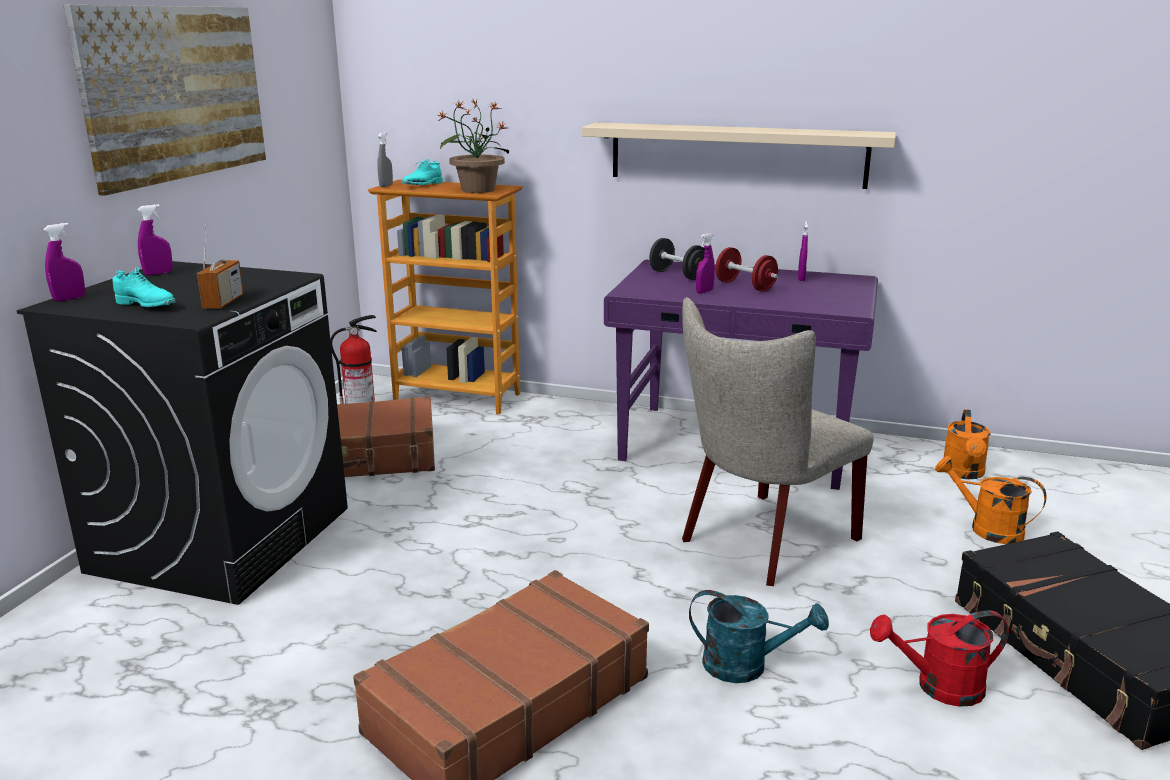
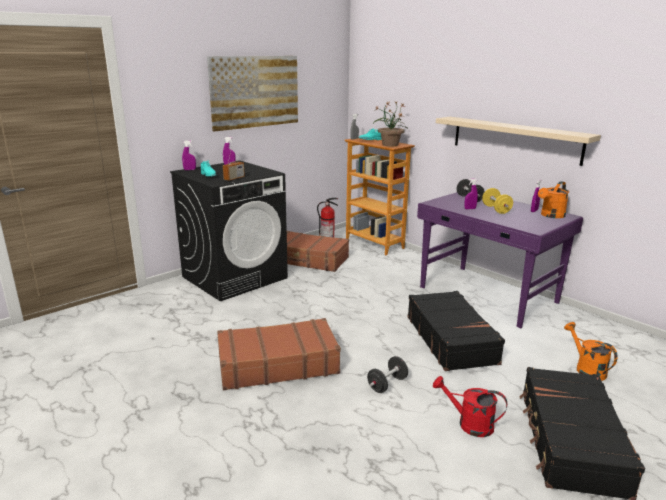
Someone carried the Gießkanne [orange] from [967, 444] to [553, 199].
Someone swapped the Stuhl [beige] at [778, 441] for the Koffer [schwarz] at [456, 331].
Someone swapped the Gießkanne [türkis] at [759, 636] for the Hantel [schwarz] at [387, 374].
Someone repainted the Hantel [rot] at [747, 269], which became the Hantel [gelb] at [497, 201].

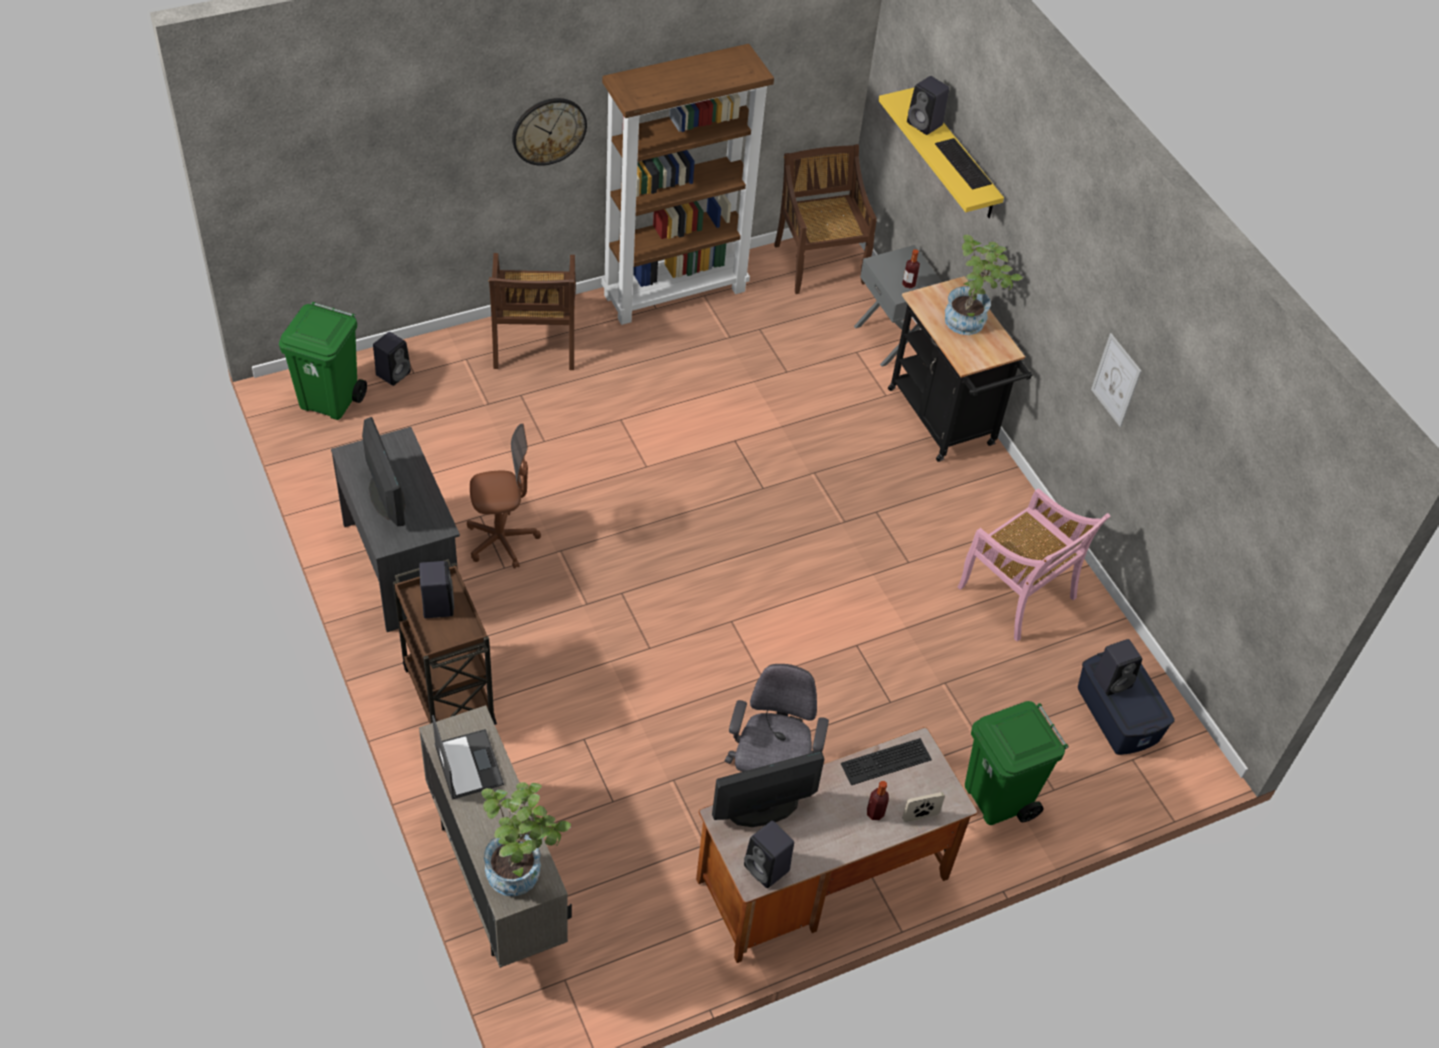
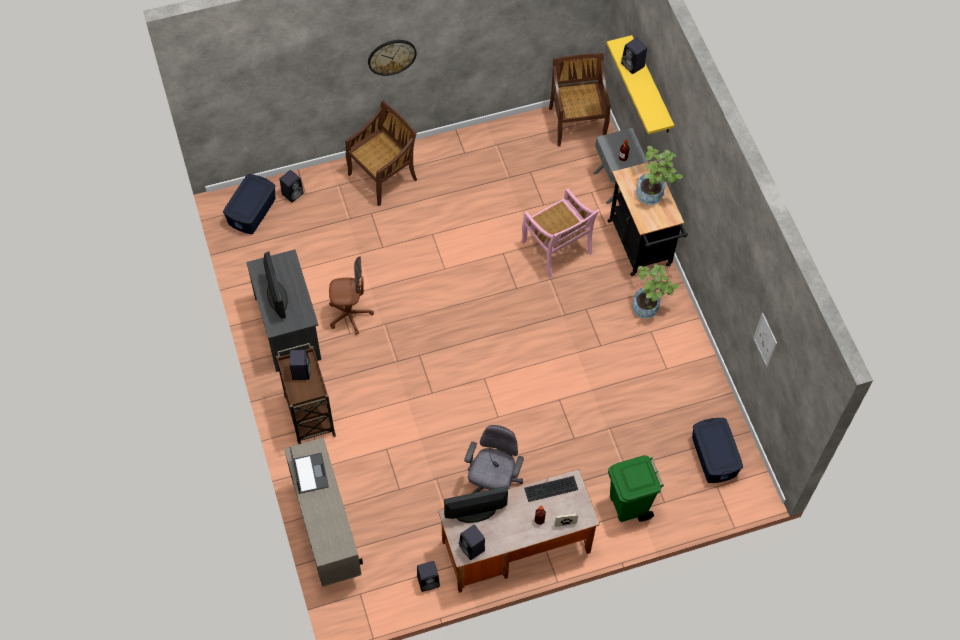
Someone took away the Bücherregal [braun] at [687, 184].
Someone took away the Tastatur at [963, 164].
Someone carried the Topfpflanze from [526, 839] to [656, 291].
Someone carried the Stuhl [rosa] from [1034, 565] to [561, 233].
Someone carried the Bild from [1116, 380] to [765, 340].
Someone carried the Lautsprecher [schwarz] from [1118, 667] to [428, 576].
Someone swapped the Mülleimer [grün] at [323, 361] for the Aufbewahrungsbox [blau] at [249, 204].
Someone rotated the Stuhl [braun] at [532, 311] by 135 degrees counterclockwise.

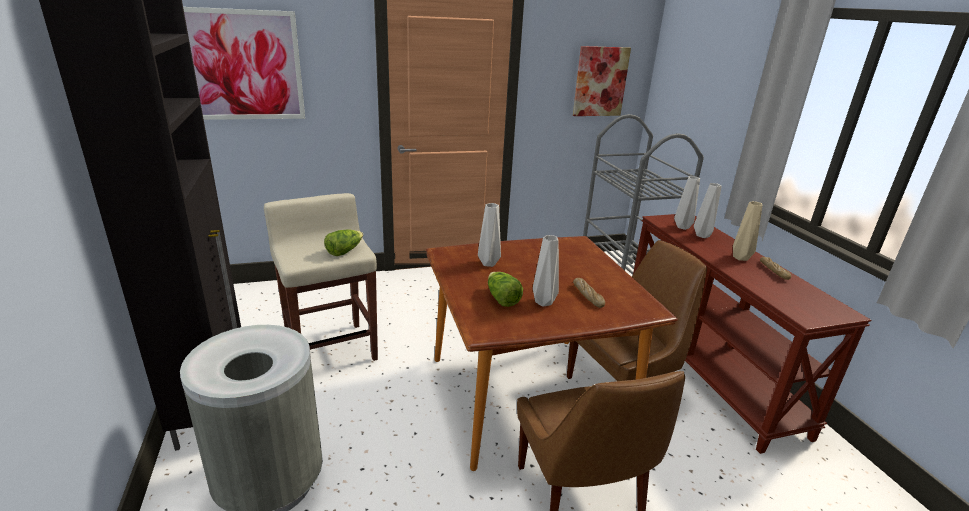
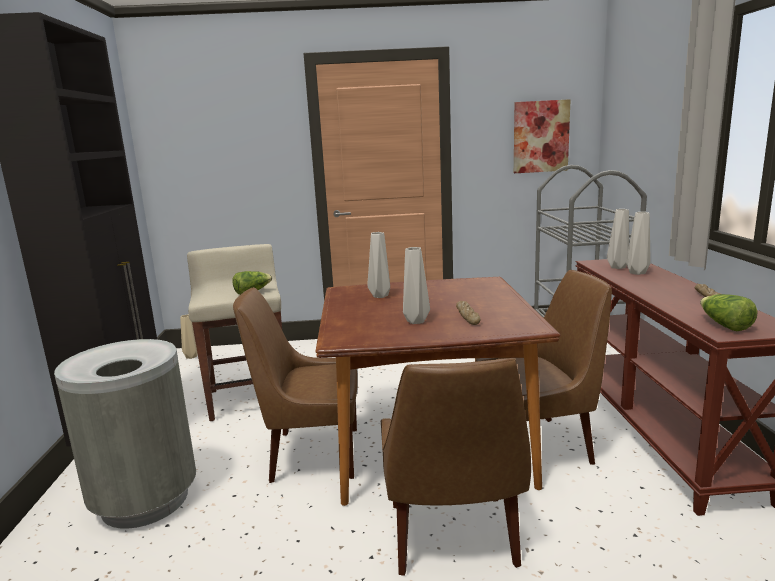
Someone took away the Bild at [244, 63].
Someone put down the Stuhl [braun] at [295, 385].
Someone carried the Salatkopf from [505, 289] to [729, 312].
Someone carried the Vase [beige] from [747, 231] to [189, 337].

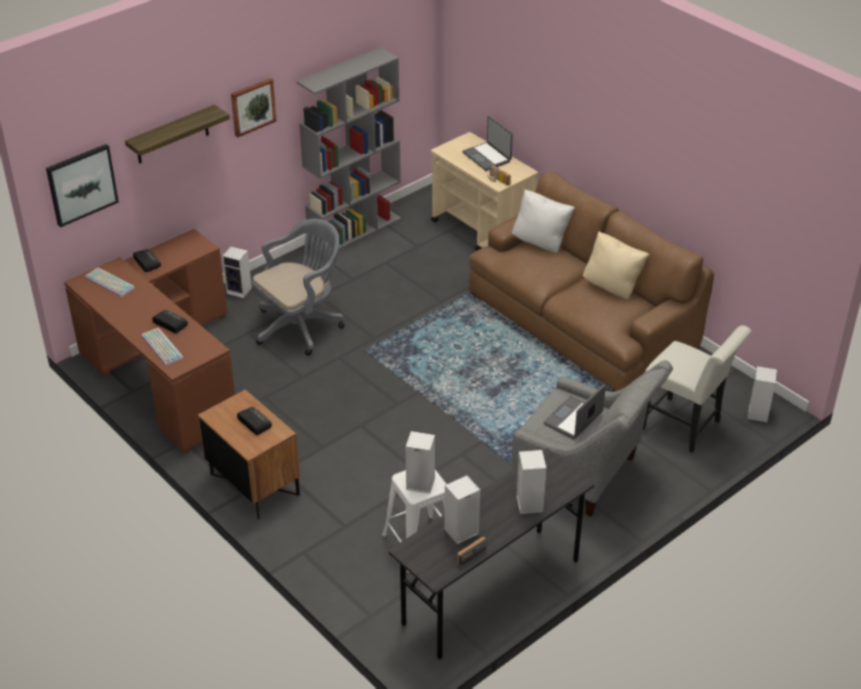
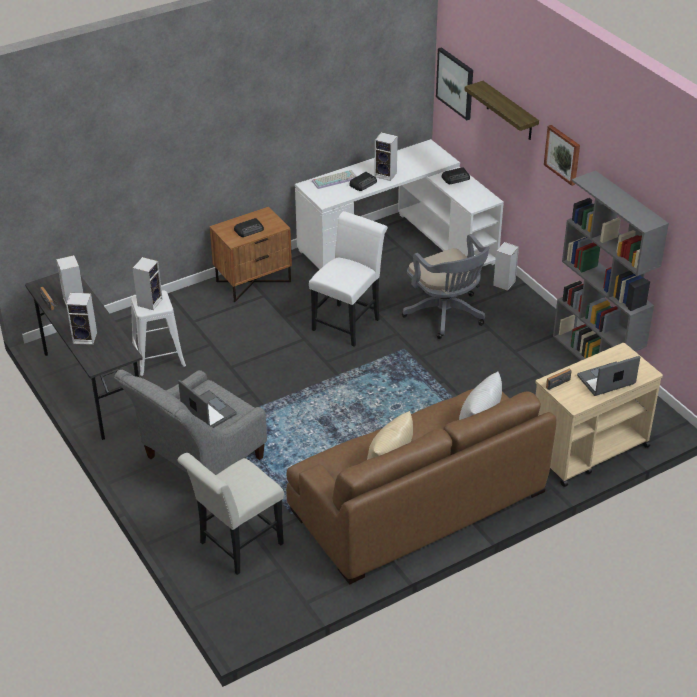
Someone took away the Tastatur at [110, 282].
Someone put down the Stuhl [weiß] at [348, 279].
Someone carried the Lautsprecher from [762, 394] to [386, 156].
Someone repainted the Schreibtisch [braun] at [149, 341], which became the Schreibtisch [weiß] at [399, 204].

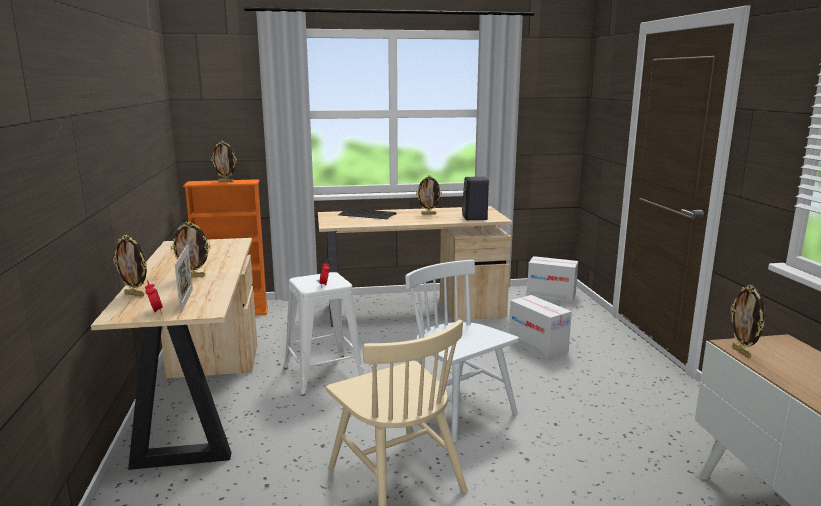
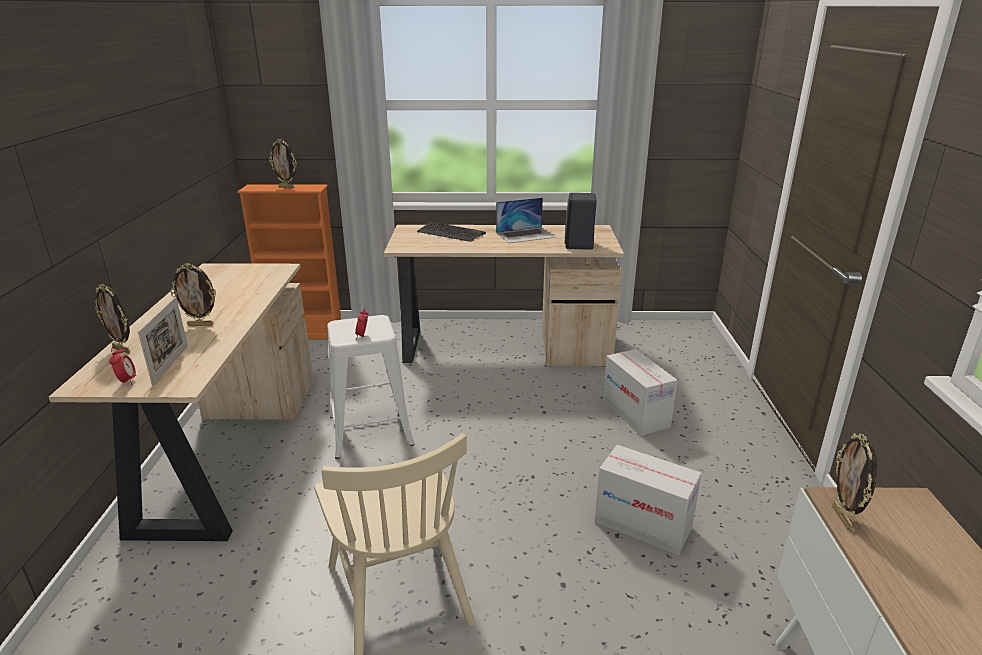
Someone took away the Stuhl [weiß] at [462, 351].
Someone carried the Karton from [552, 279] to [648, 500].
Someone swapped the Bilderrahmen at [429, 195] for the Laptop at [526, 220].

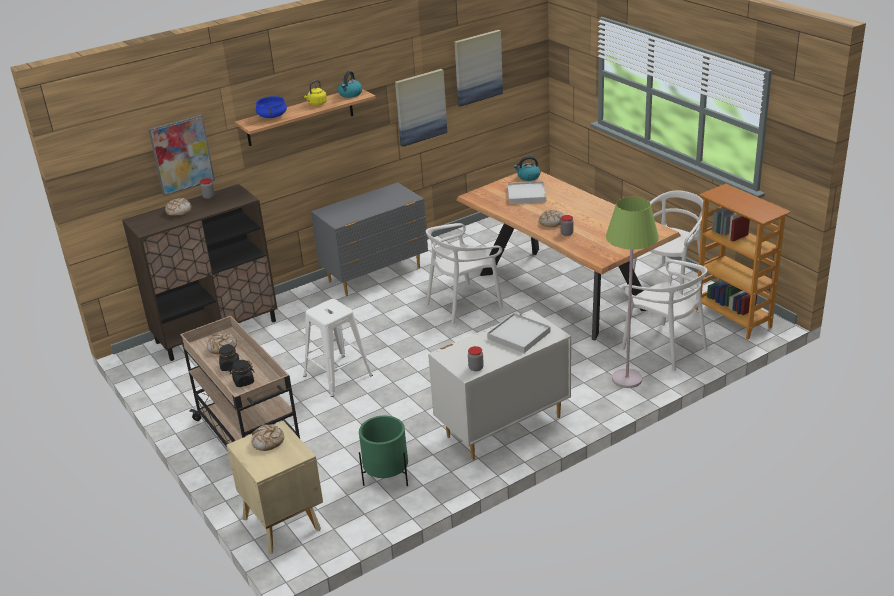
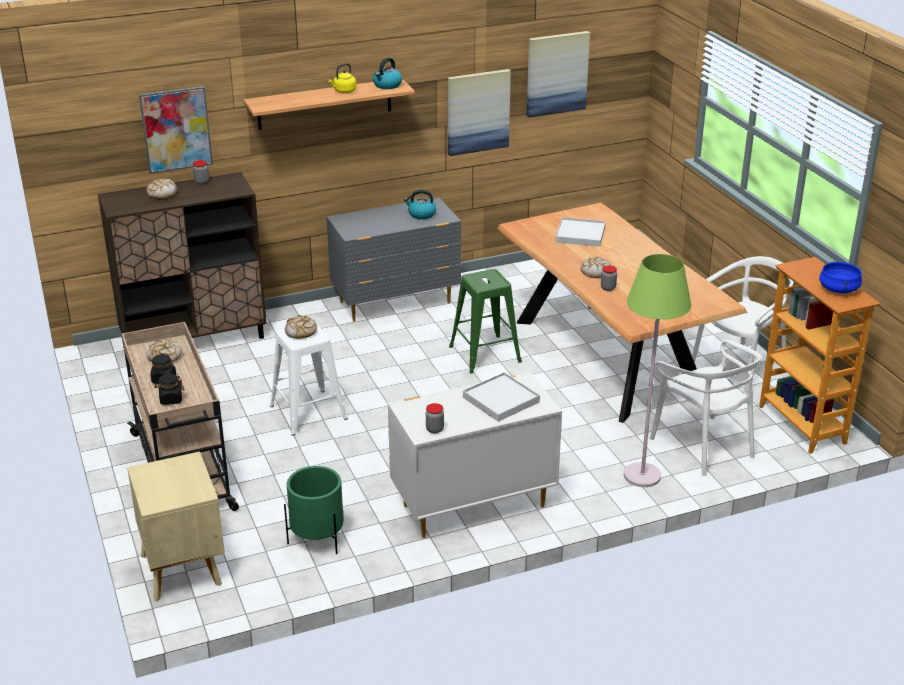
Someone carried the Brot from [267, 437] to [301, 327].
Someone carried the Kochtopf [blau] from [271, 107] to [840, 277].
Someone carried the Wasserkessel from [527, 168] to [420, 204].
Someone swapped the Stuhl [weiß] at [464, 273] for the Hocker [grün] at [485, 321].

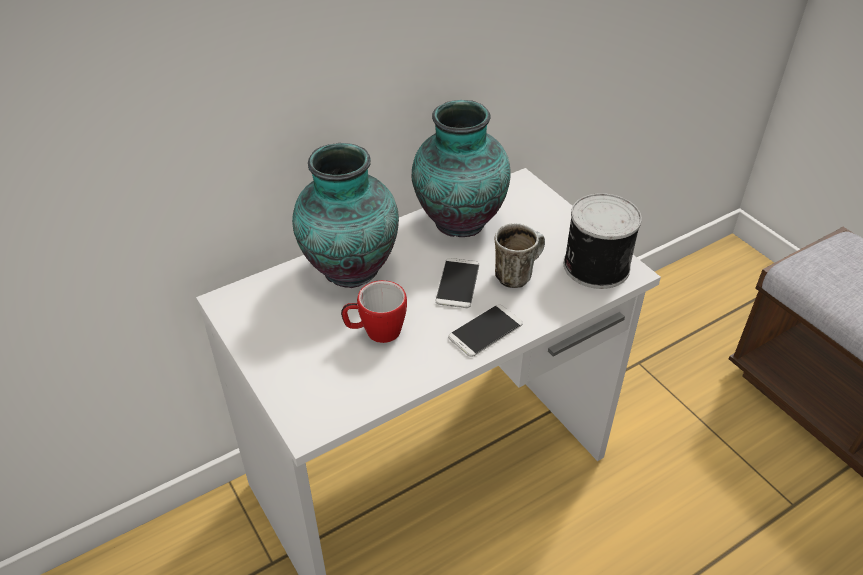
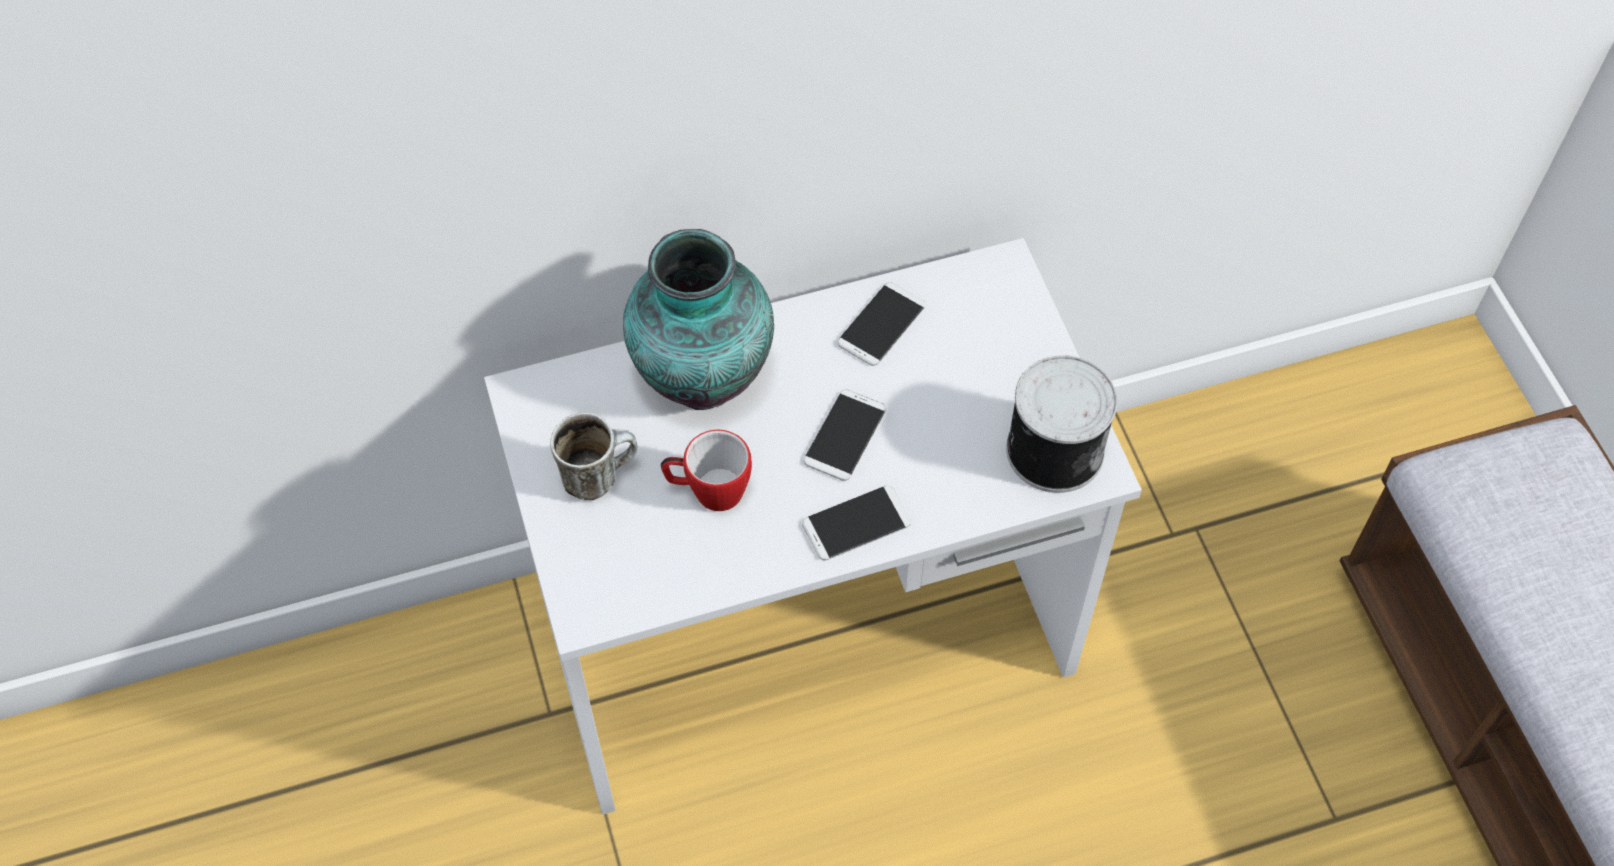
Someone carried the Henkelbecher from [520, 255] to [594, 456].
Someone swapped the Vase at [461, 168] for the Handy at [881, 324].

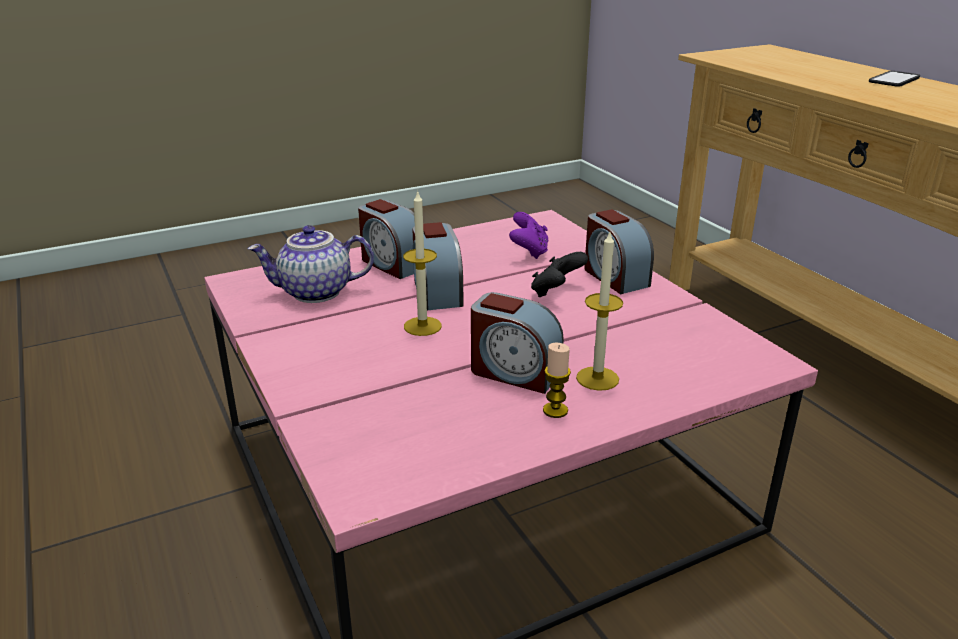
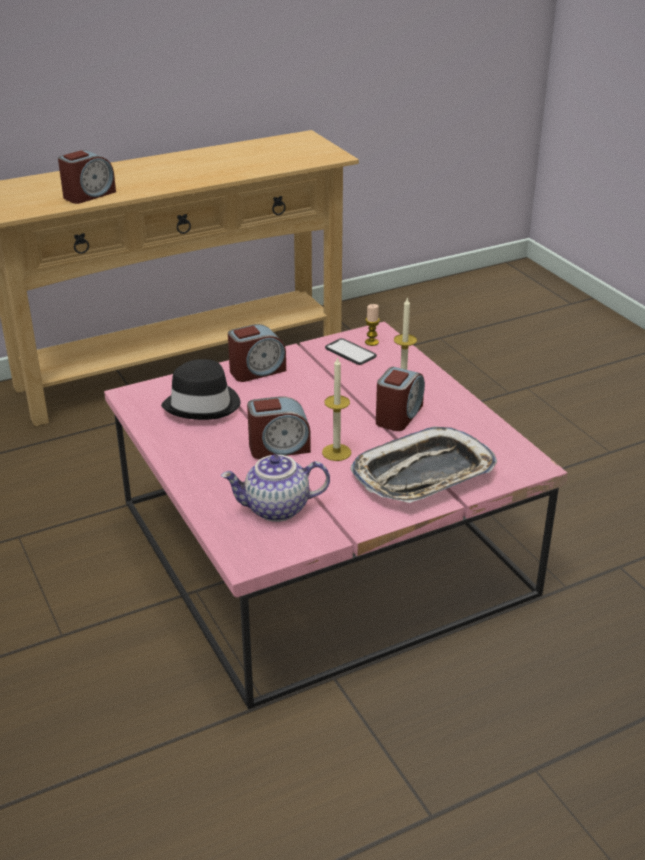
Someone took away the Gamepad [schwarz] at [559, 274].
Someone put down the Tablett at [423, 465].
Someone carried the Wecker from [386, 239] to [87, 177].
Someone carried the Kerze from [557, 380] to [372, 325].
Someone carried the Handy from [894, 79] to [351, 351].
Someone swapped the Gamepad [lila] at [529, 235] for the Hut [schwarz] at [200, 389].
Someone rotated the Teekanne at [310, 264] by 90 degrees clockwise.

